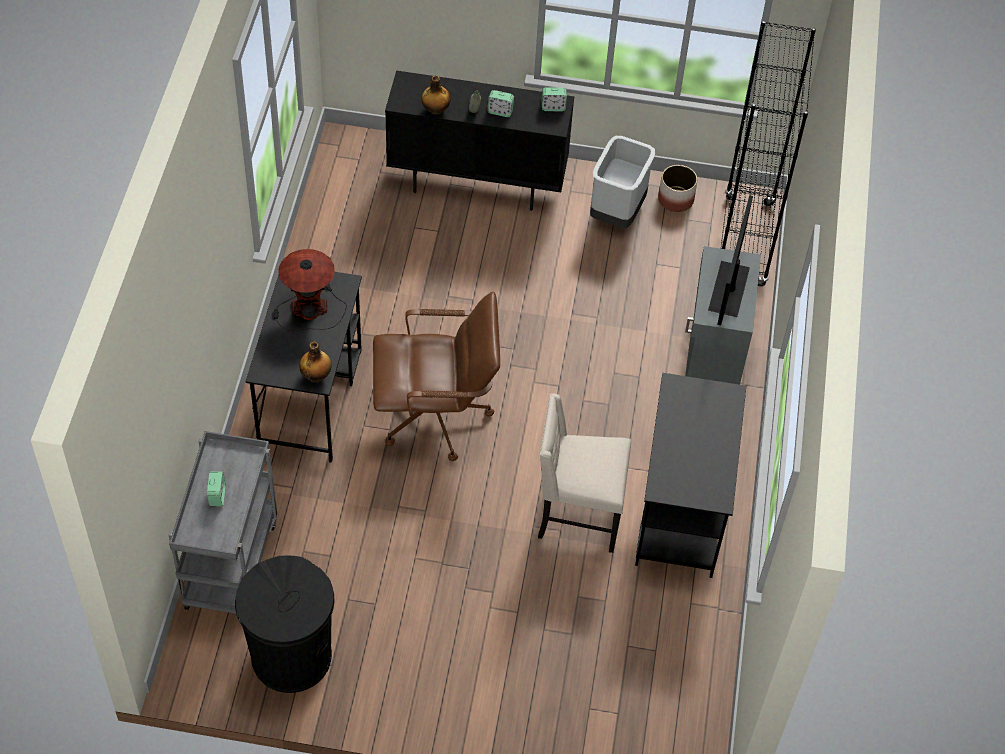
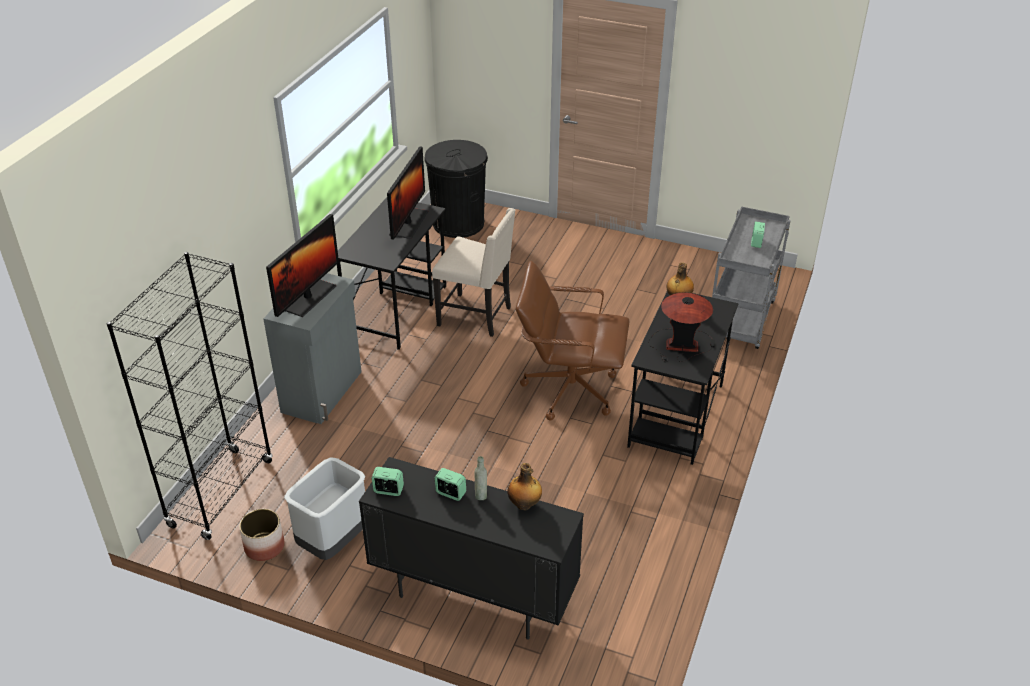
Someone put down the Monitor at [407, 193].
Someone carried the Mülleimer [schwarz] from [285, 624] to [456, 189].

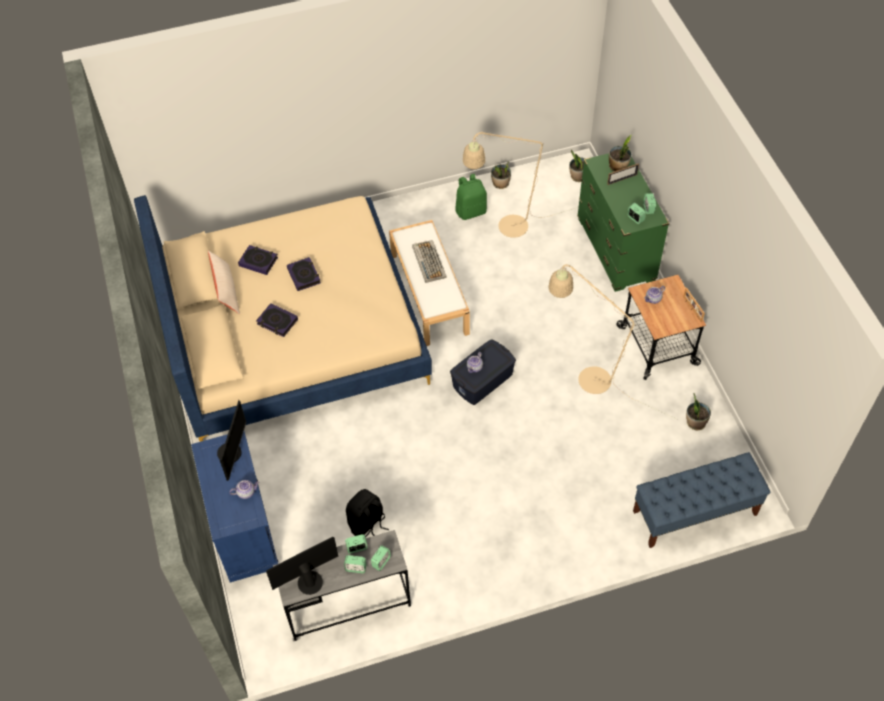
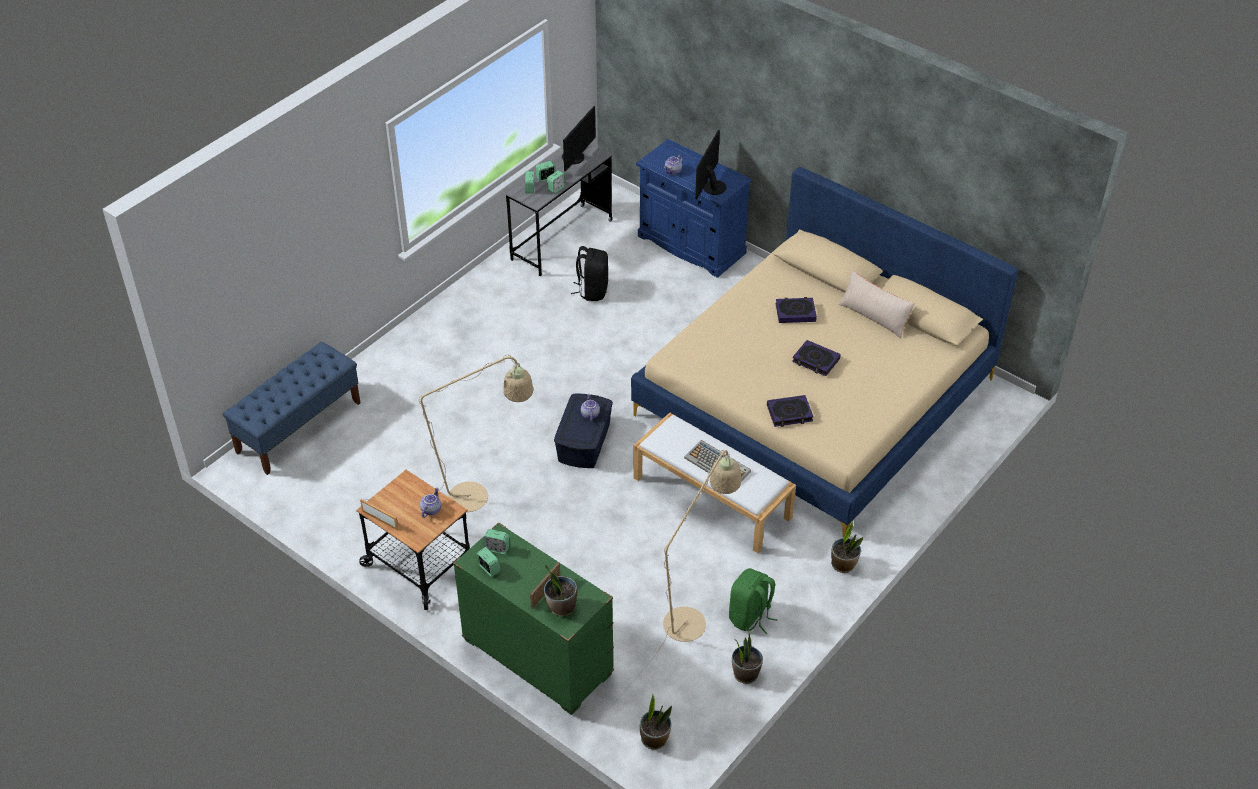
Someone carried the Buch from [258, 260] to [790, 411].
Someone carried the Topfpflanze from [698, 412] to [847, 547].
Someone rotated the Monitor at [231, 440] by 45 degrees clockwise.

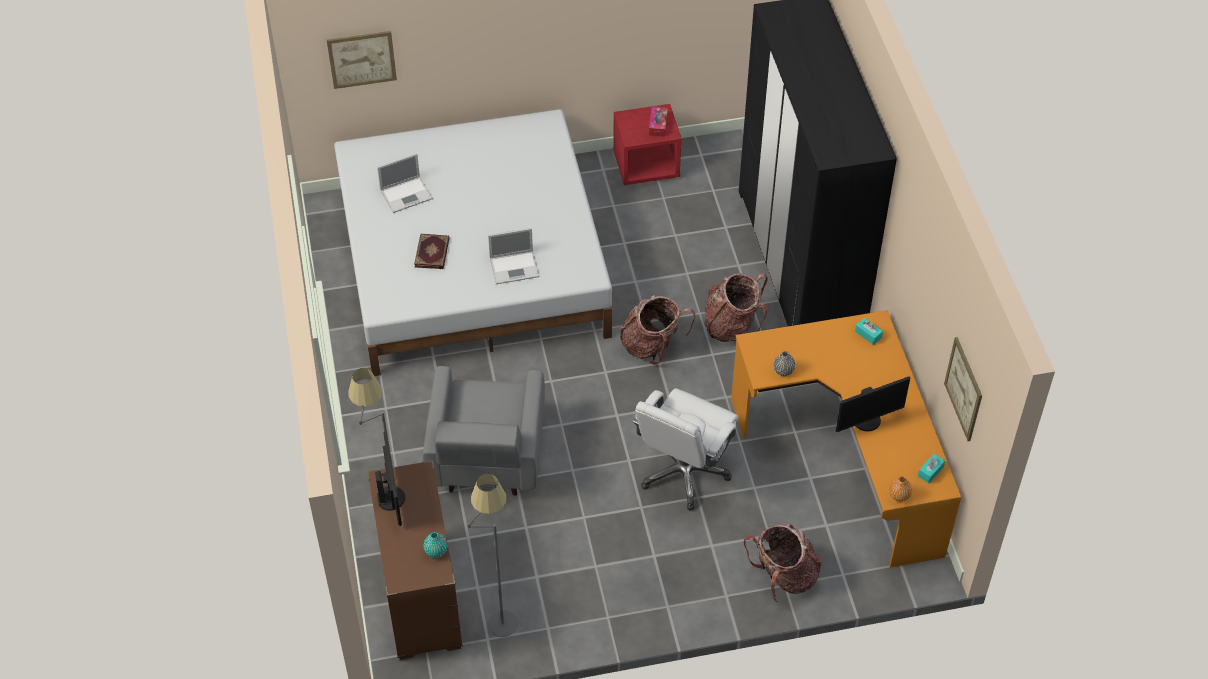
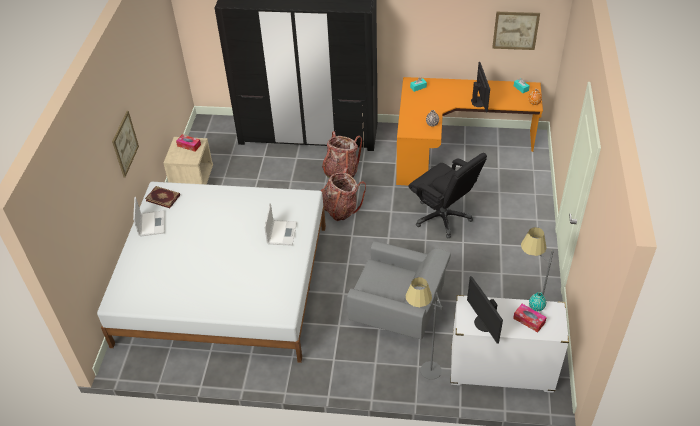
Someone took away the Rucksack at [783, 563].
Someone put down the Taschentuchbox at [530, 318].
Someone carried the Bild from [362, 60] to [125, 144].
Someone carried the Laptop from [405, 183] to [149, 217].
Someone carried the Buch from [432, 251] to [162, 197].
Someone repainted the Kommode [braun] at [415, 560], which became the Kommode [weiß] at [510, 344].
Someone repainted the Nachttisch [rot] at [647, 144], which became the Nachttisch [beige] at [188, 161].
Someone repainted the Bürostuhl [weiß] at [685, 449], which became the Bürostuhl [schwarz] at [447, 195].
Someone rotated the Monitor at [390, 478] by 120 degrees counterclockwise.

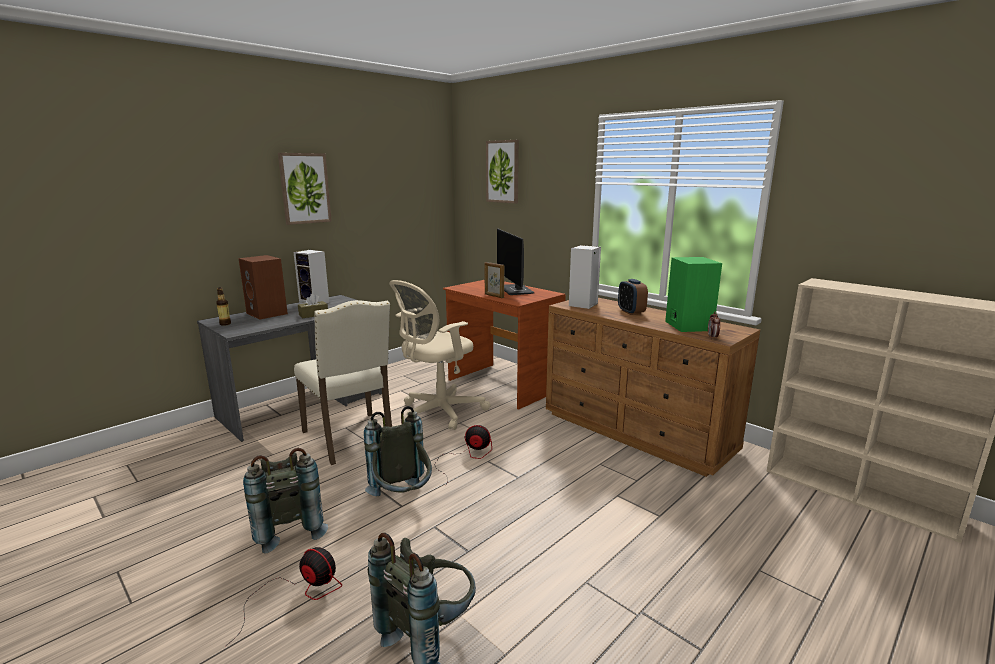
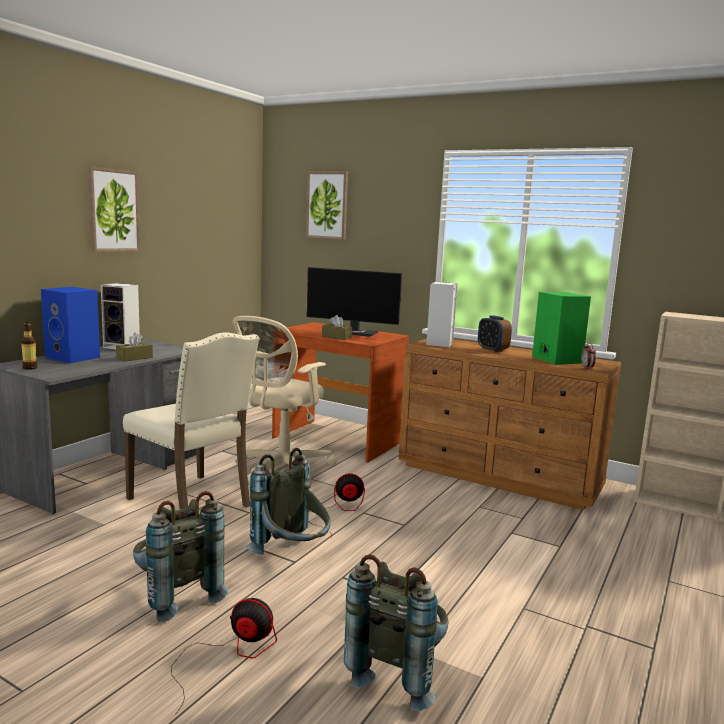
Someone swapped the Bilderrahmen at [494, 280] for the Taschentuchbox [braun] at [337, 327].
Someone repainted the Lautsprecher [braun] at [263, 287], which became the Lautsprecher [blau] at [70, 325].
Someone rotated the Monitor at [516, 262] by 45 degrees counterclockwise.

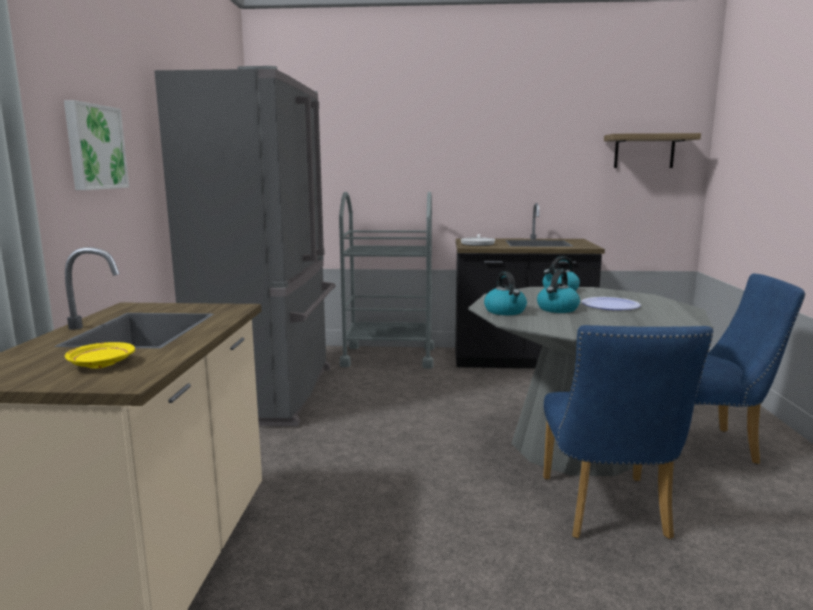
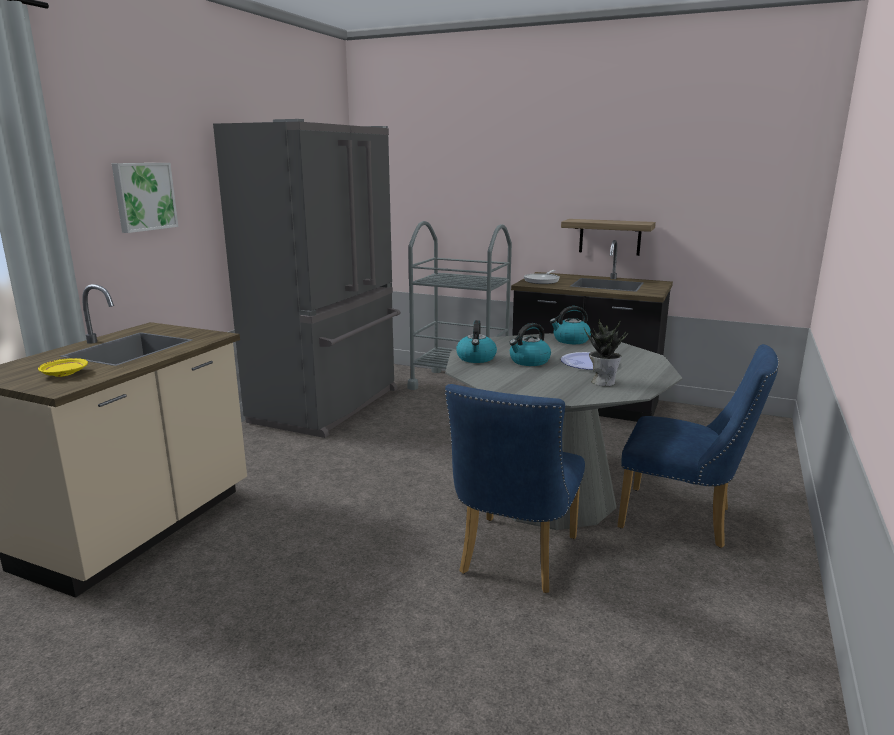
Someone put down the Topfpflanze at [606, 352].
Someone carried the Wandregal from [652, 150] to [608, 237].

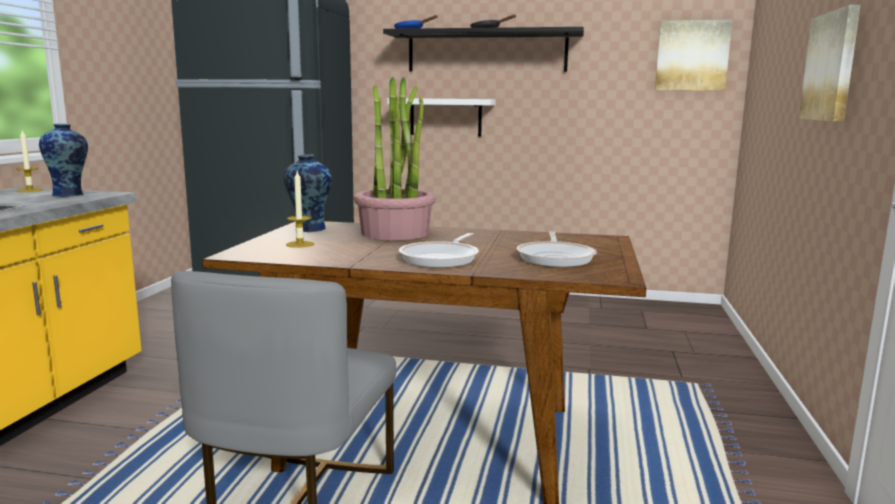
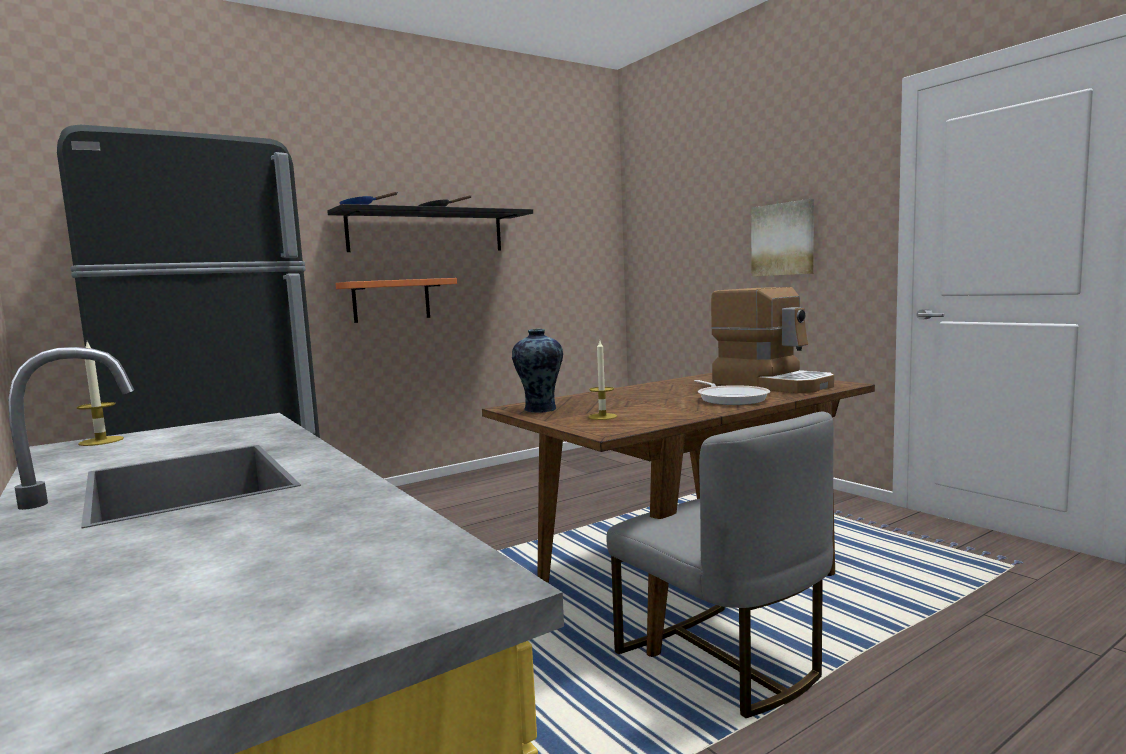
Someone took away the Vase at [63, 160].
Someone took away the Topfpflanze at [395, 158].
Someone took away the Bild at [693, 55].
Someone swapped the Pfanne at [557, 249] for the Kaffeemaschine at [772, 340].
Someone repainted the Wandregal [weiß] at [441, 117], which became the Wandregal [orange] at [396, 300].

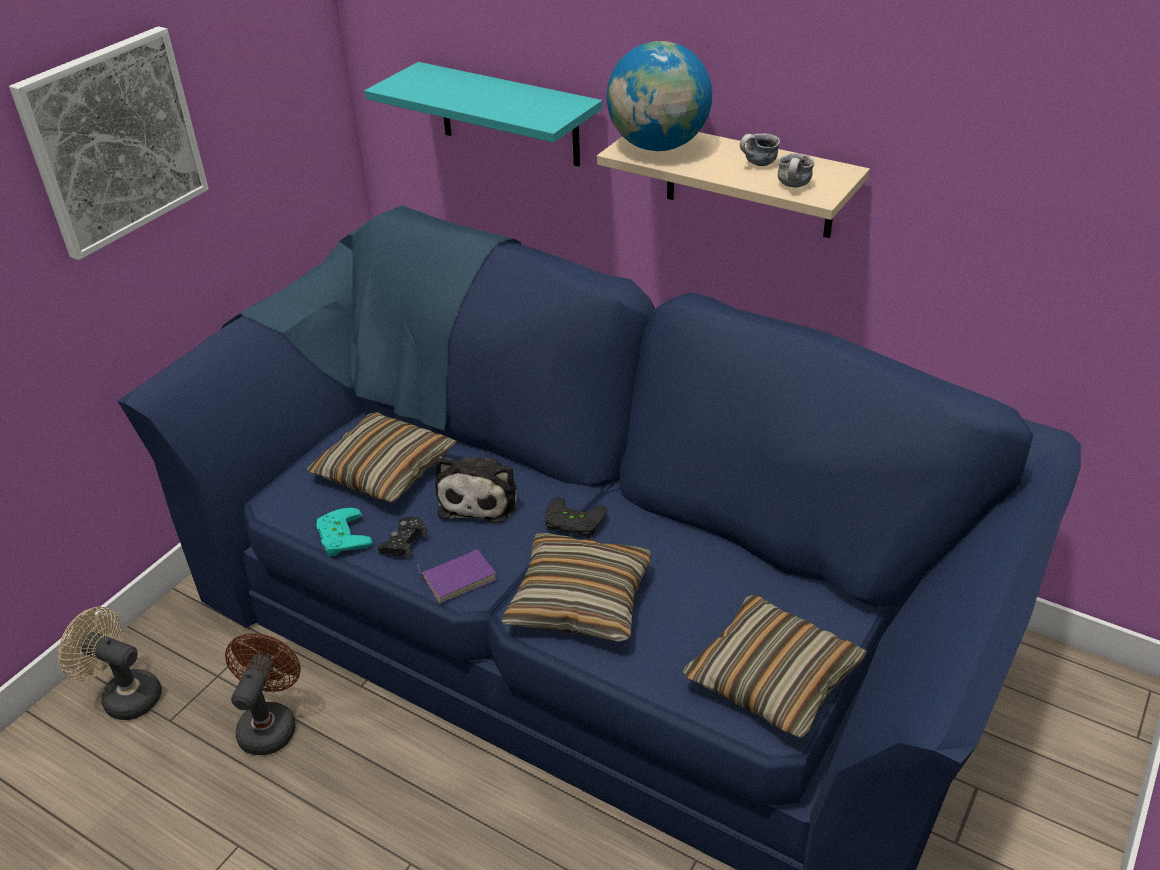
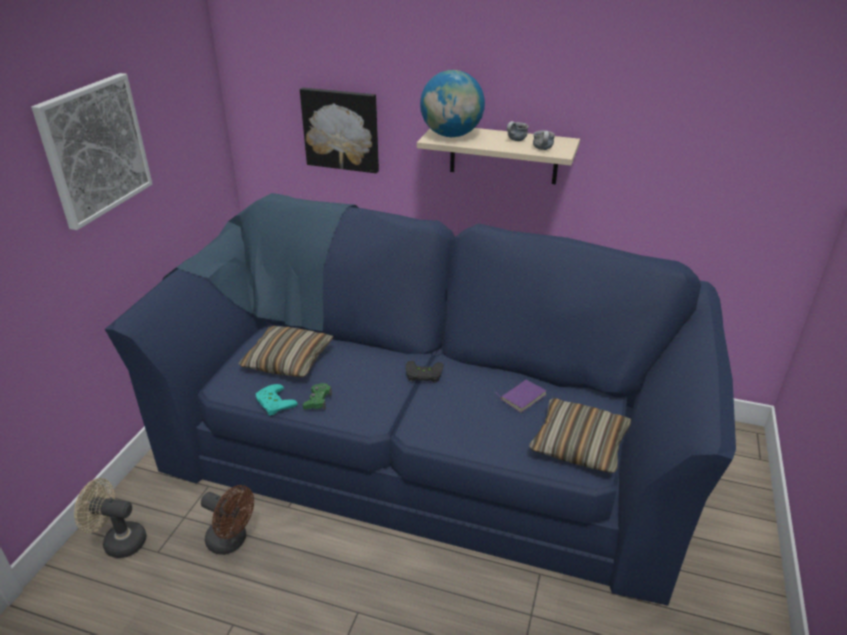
Someone took away the Plüschtier at [475, 490].
Someone took away the Kissen at [576, 587].
Someone carried the Buch [lila] from [456, 576] to [520, 396].
Someone swapped the Wandregal [türkis] at [483, 114] for the Bild at [339, 130].
Someone repainted the Gamepad [schwarz] at [403, 537], which became the Gamepad [grün] at [317, 396].
Someone rotated the Ventilator [braun] at [263, 694] by 120 degrees clockwise.

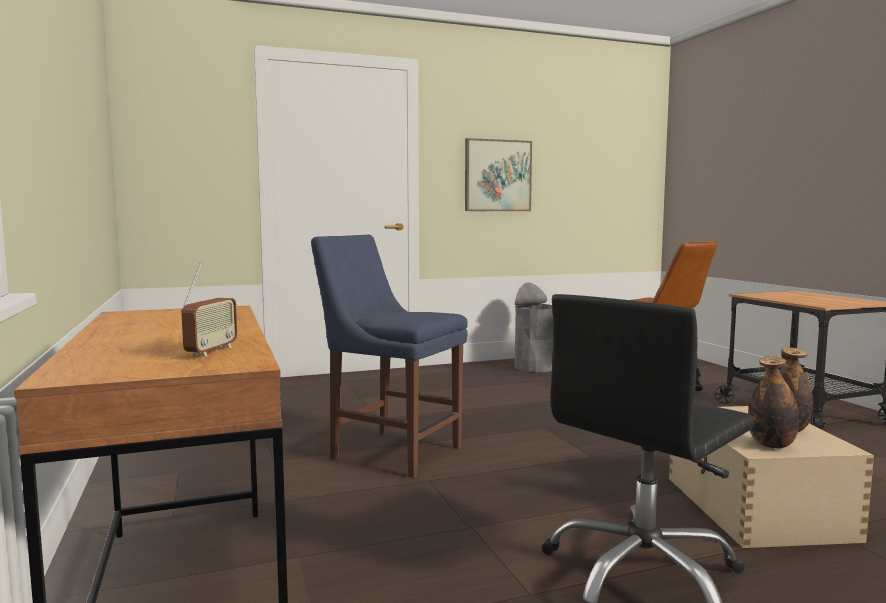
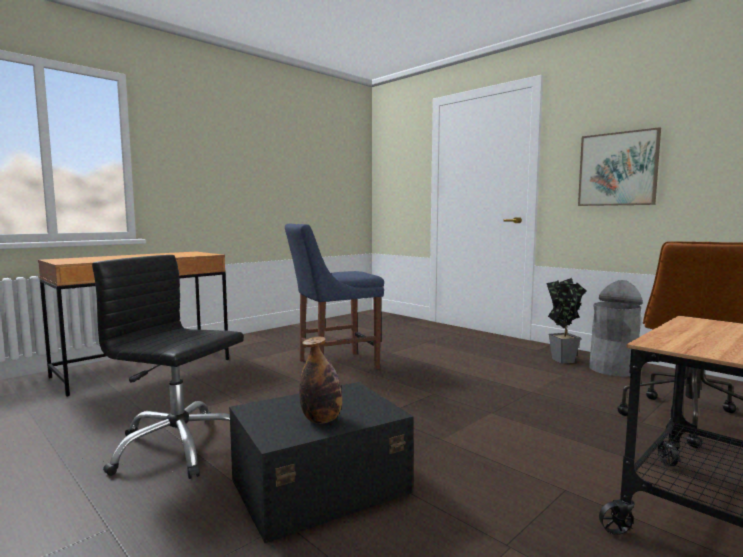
Someone took away the Radio at [209, 309].
Someone took away the Flasche at [773, 402].
Someone put down the Topfpflanze at [566, 321].
Someone repainted the Aufbewahrungsbox [beige] at [771, 477], which became the Aufbewahrungsbox [schwarz] at [321, 462].
Someone rotated the Stuhl [blau] at [389, 356] by 120 degrees counterclockwise.

